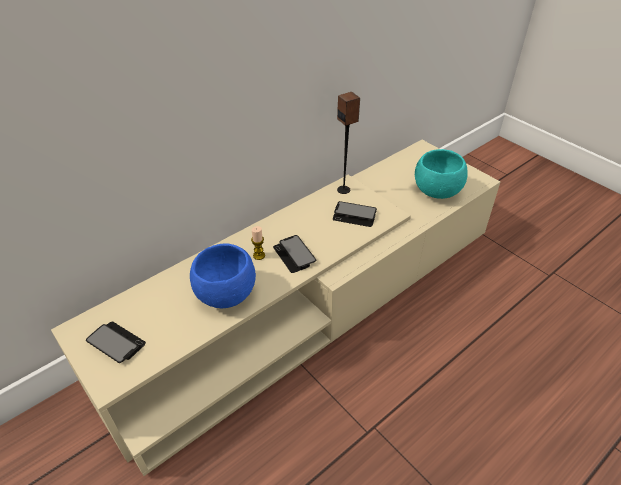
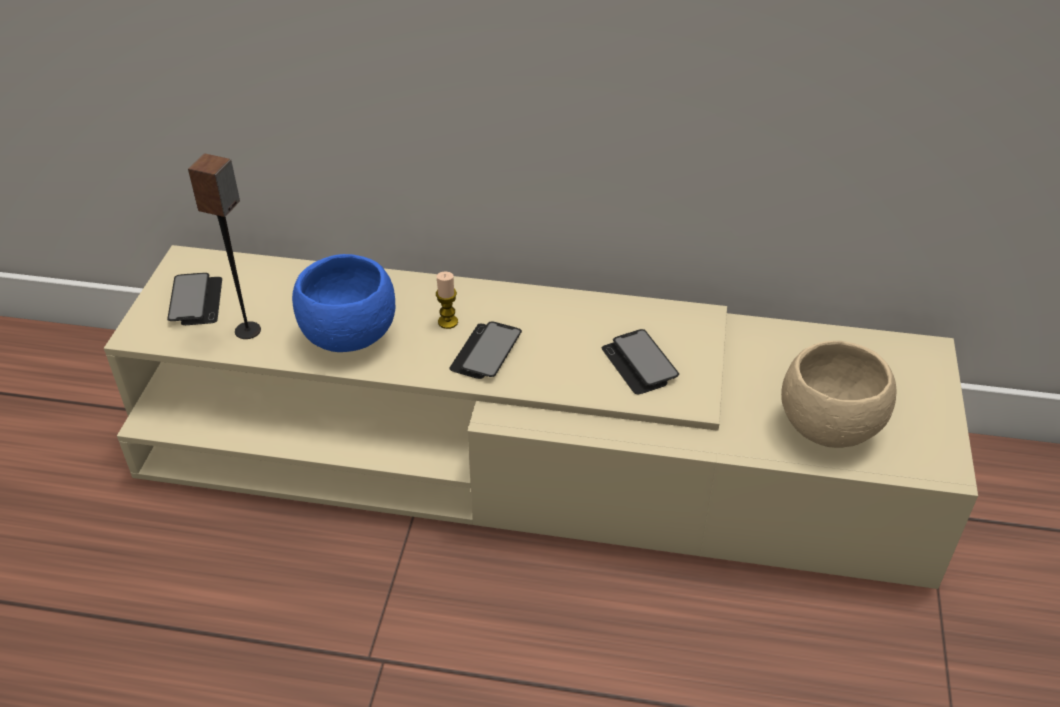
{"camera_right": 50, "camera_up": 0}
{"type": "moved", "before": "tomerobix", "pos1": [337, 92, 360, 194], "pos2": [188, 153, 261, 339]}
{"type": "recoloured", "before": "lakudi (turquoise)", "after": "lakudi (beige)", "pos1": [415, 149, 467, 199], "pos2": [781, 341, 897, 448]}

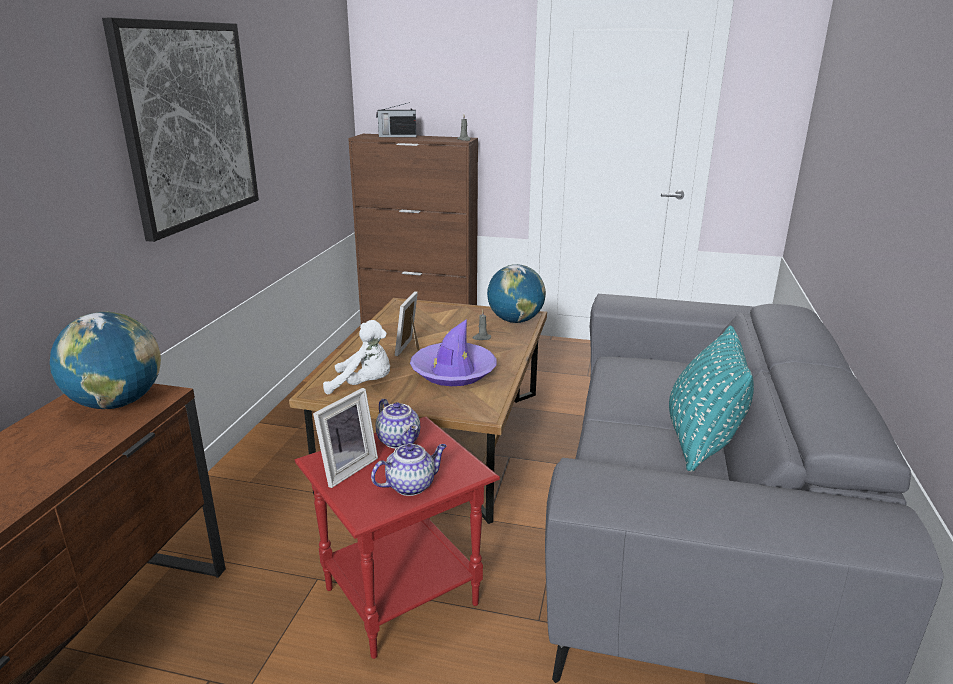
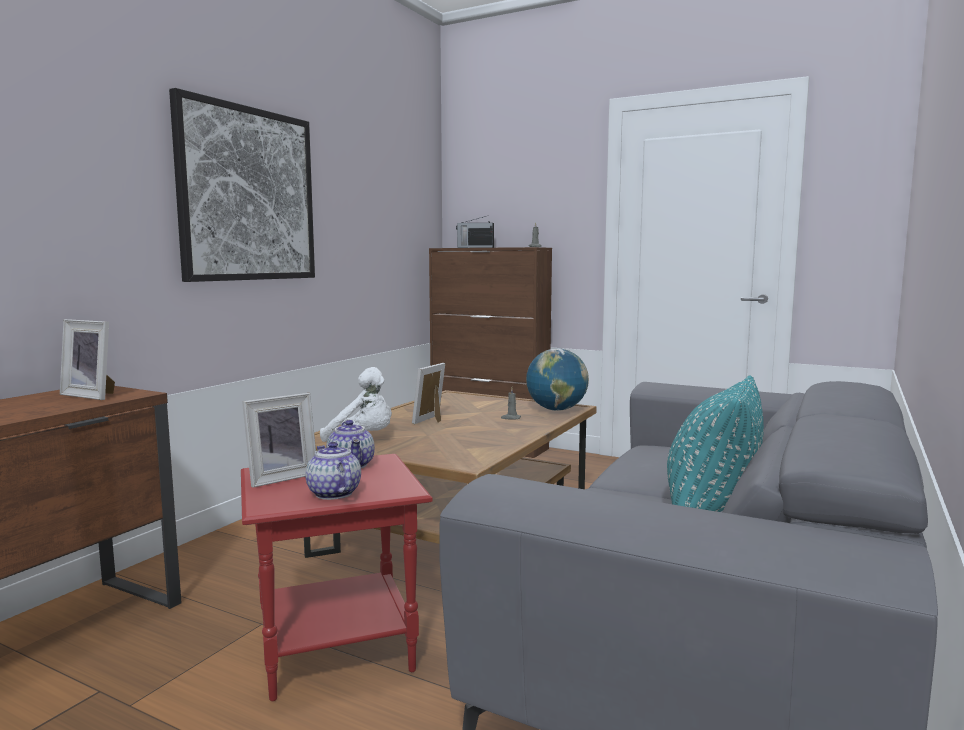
{"camera_right": 15, "camera_up": -15}
{"type": "replaced", "before": "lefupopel", "after": "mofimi", "pos1": [50, 312, 161, 409], "pos2": [60, 319, 115, 400]}
{"type": "turned", "before": "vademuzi", "pos1": [371, 444, 447, 496], "pos2": [305, 442, 361, 500], "turn": -105}
{"type": "removed", "before": "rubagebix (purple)", "pos1": [410, 319, 497, 386]}

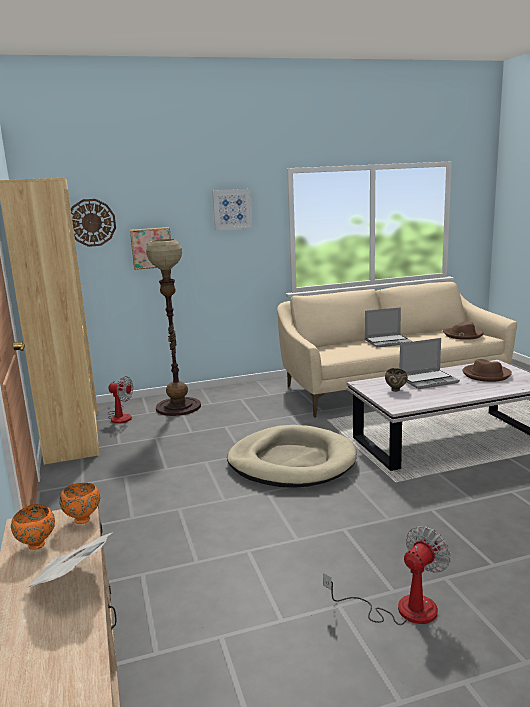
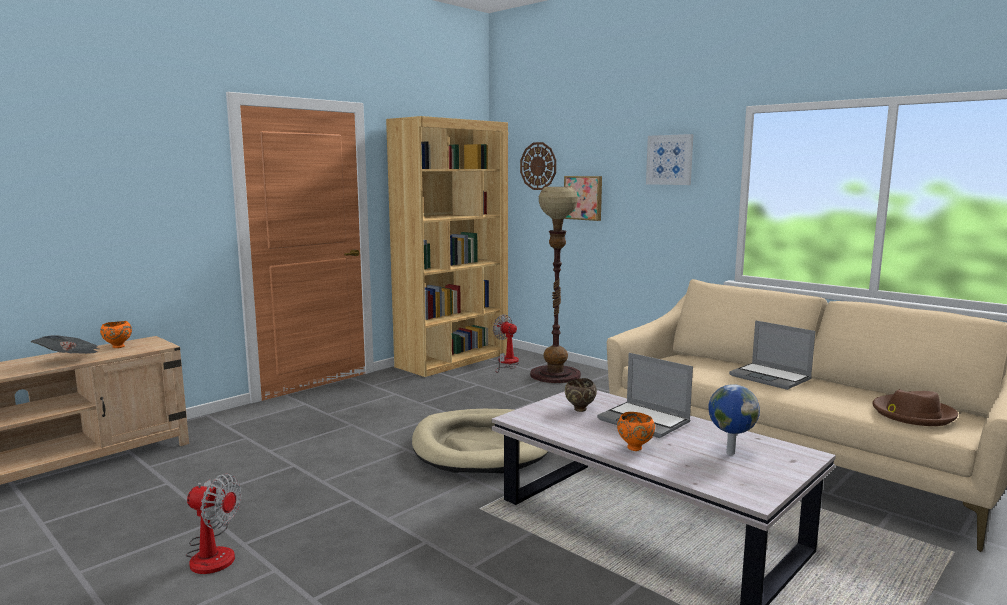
{"camera_right": 60, "camera_up": -5}
{"type": "turned", "before": "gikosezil", "pos1": [107, 376, 133, 424], "pos2": [493, 314, 519, 373], "turn": 150}
{"type": "moved", "before": "lakudi (orange)", "pos1": [59, 483, 100, 524], "pos2": [617, 412, 655, 451]}
{"type": "replaced", "before": "rubagebix (brown)", "after": "lefupopel", "pos1": [463, 359, 512, 382], "pos2": [708, 384, 760, 455]}

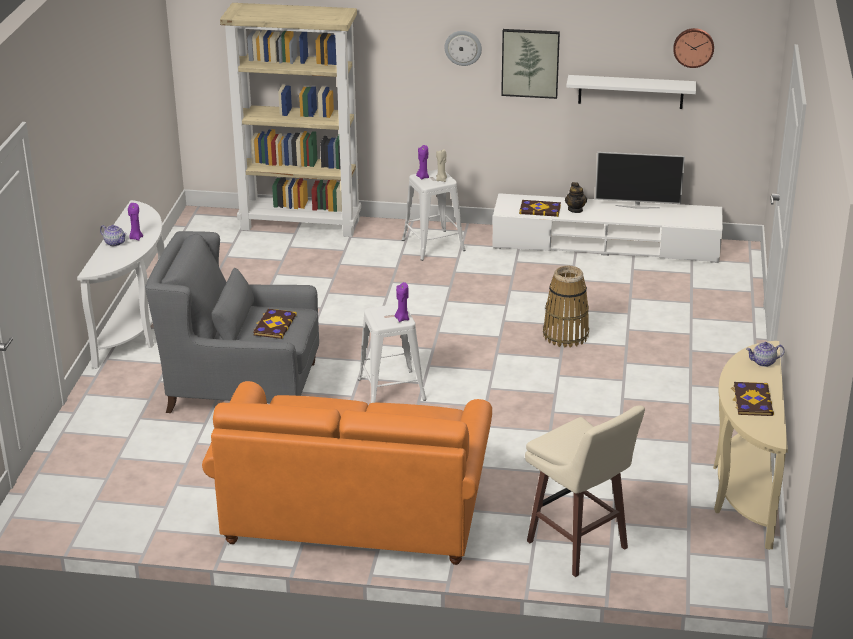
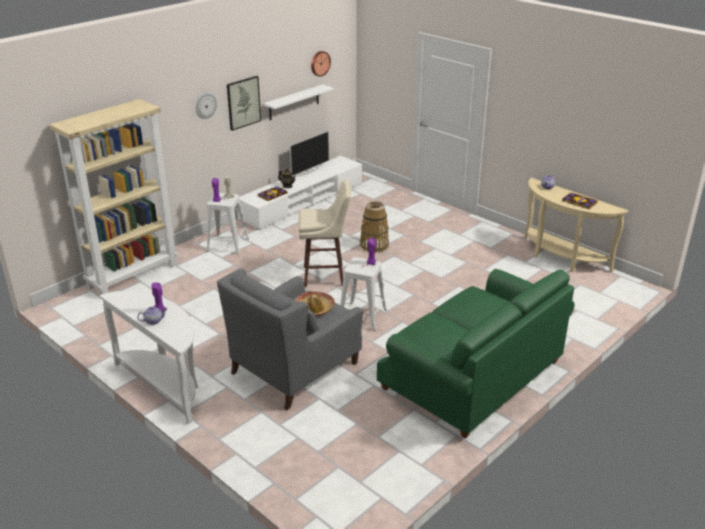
{"camera_right": -55, "camera_up": 0}
{"type": "replaced", "before": "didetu", "after": "rubagebix", "pos1": [253, 309, 297, 339], "pos2": [295, 291, 335, 316]}
{"type": "moved", "before": "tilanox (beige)", "pos1": [525, 405, 645, 577], "pos2": [299, 179, 351, 287]}
{"type": "recoloured", "before": "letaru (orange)", "after": "letaru (green)", "pos1": [202, 381, 492, 565], "pos2": [377, 269, 575, 438]}

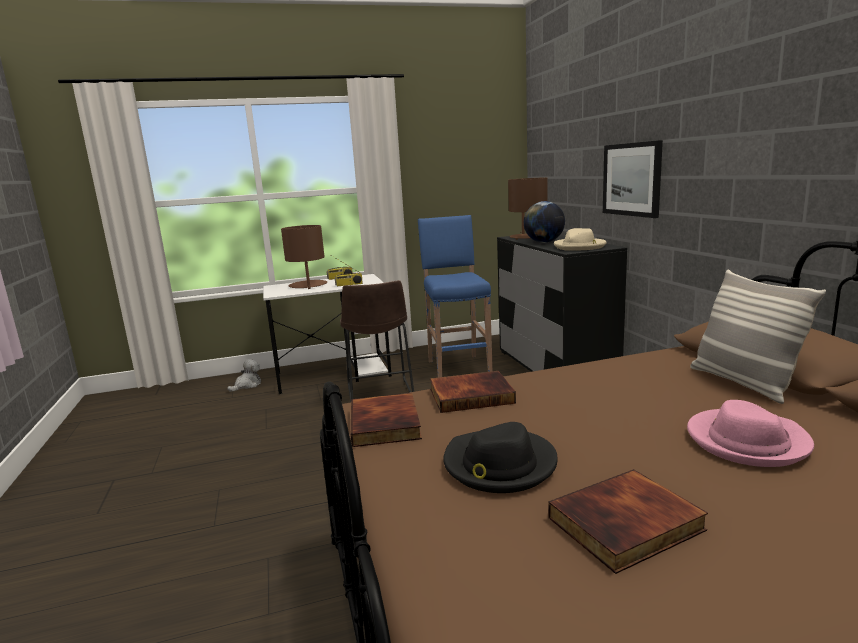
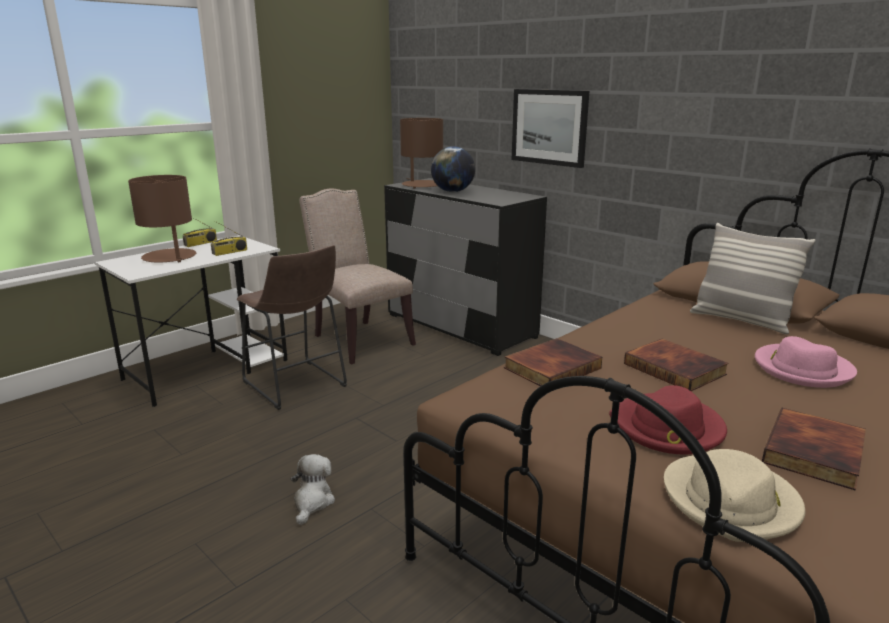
{"camera_right": -30, "camera_up": 5}
{"type": "moved", "before": "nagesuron", "pos1": [227, 359, 261, 392], "pos2": [291, 454, 335, 525]}
{"type": "replaced", "before": "tilanox (blue)", "after": "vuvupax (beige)", "pos1": [418, 215, 493, 378], "pos2": [299, 189, 416, 364]}
{"type": "recoloured", "before": "rubagebix (black)", "after": "rubagebix (red)", "pos1": [443, 422, 557, 493], "pos2": [609, 385, 727, 454]}
{"type": "moved", "before": "didetu", "pos1": [351, 393, 422, 447], "pos2": [624, 338, 729, 391]}
{"type": "moved", "before": "rubagebix (beige)", "pos1": [554, 228, 607, 250], "pos2": [664, 449, 805, 542]}

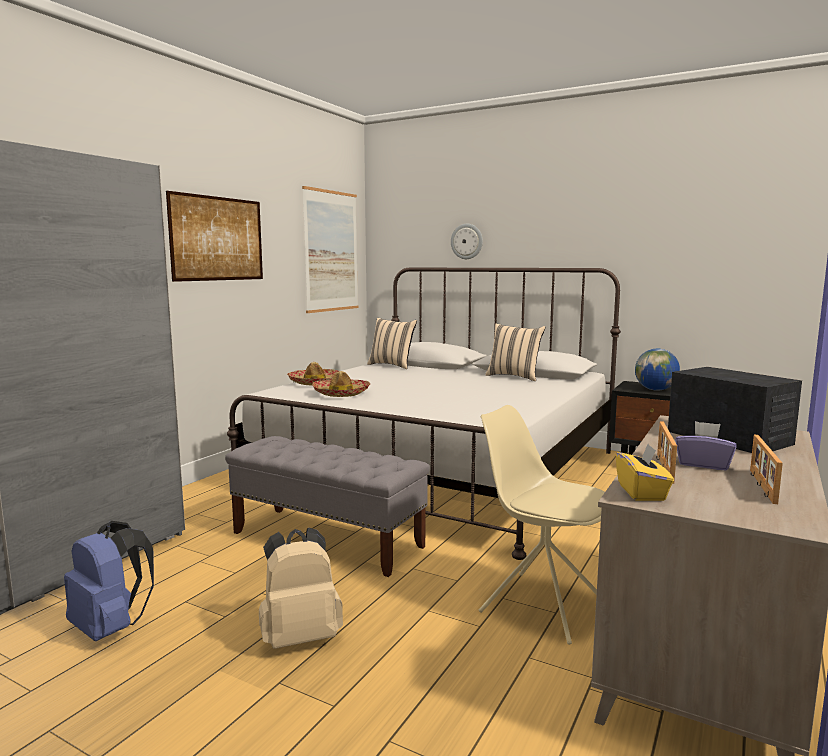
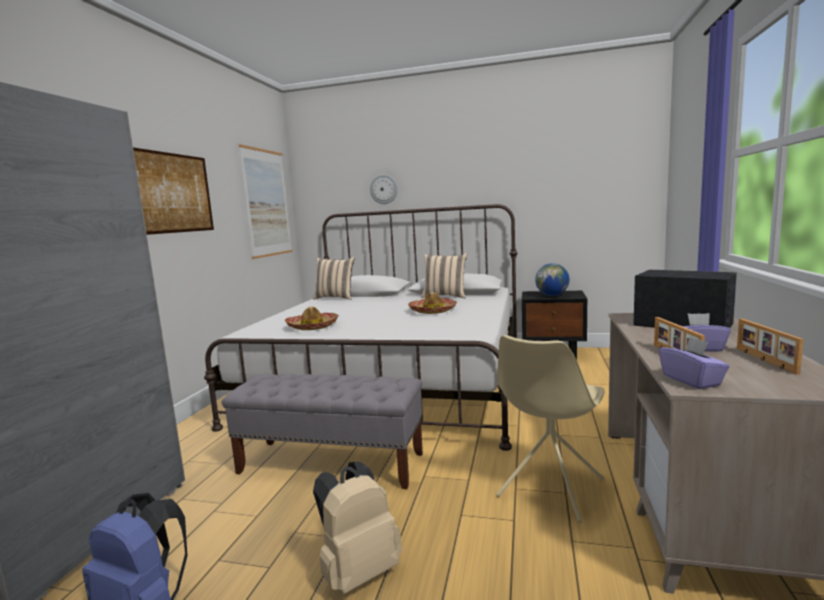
{"camera_right": -15, "camera_up": 0}
{"type": "moved", "before": "rubagebix", "pos1": [287, 362, 339, 385], "pos2": [408, 292, 457, 314]}
{"type": "turned", "before": "vuvupax (beige)", "pos1": [479, 405, 605, 645], "pos2": [496, 335, 605, 523], "turn": -75}
{"type": "recoloured", "before": "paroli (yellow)", "after": "paroli (purple)", "pos1": [616, 444, 674, 501], "pos2": [659, 336, 730, 389]}

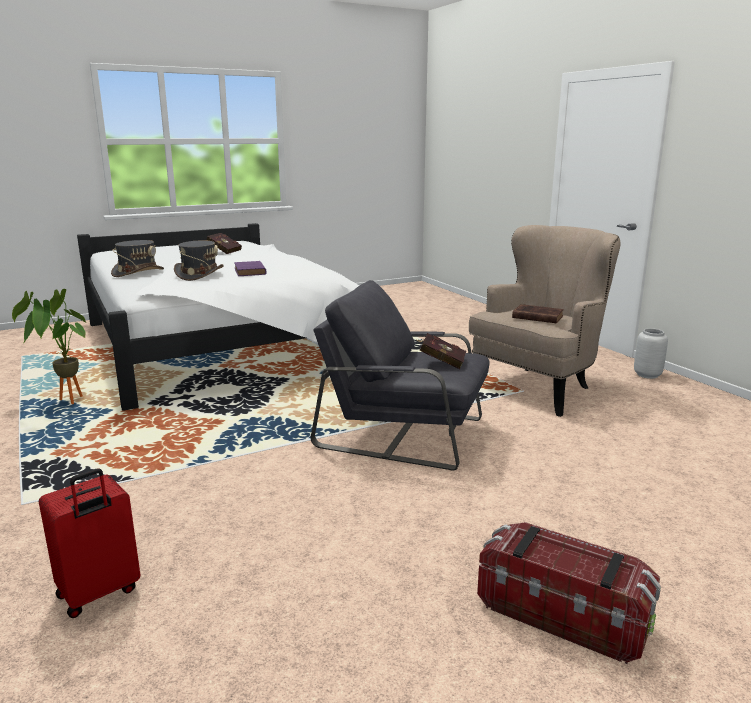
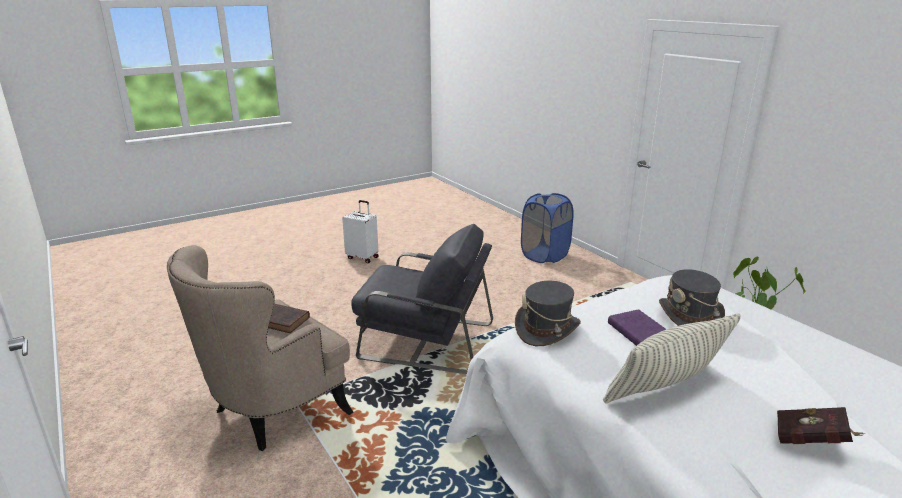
{"camera_right": 175, "camera_up": 5}
{"type": "replaced", "before": "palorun", "after": "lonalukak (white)", "pos1": [477, 522, 661, 664], "pos2": [342, 200, 379, 263]}
{"type": "moved", "before": "rubagebix (grey)", "pos1": [111, 240, 164, 277], "pos2": [515, 281, 581, 346]}
{"type": "replaced", "before": "lonalukak (red)", "after": "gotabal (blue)", "pos1": [39, 469, 140, 618], "pos2": [521, 193, 574, 263]}
{"type": "added", "after": "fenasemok", "pos2": [603, 313, 741, 404]}
{"type": "removed", "before": "didetu (red)", "pos1": [415, 333, 466, 369]}
{"type": "removed", "before": "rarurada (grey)", "pos1": [634, 328, 668, 379]}

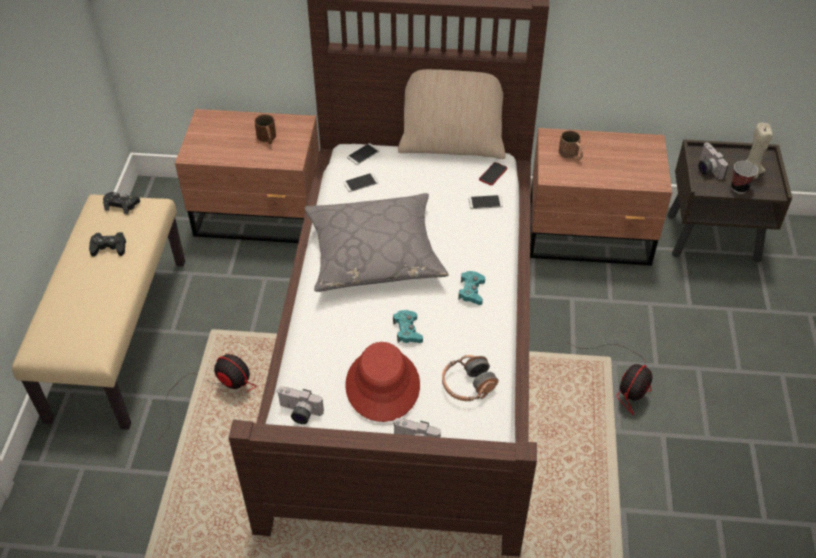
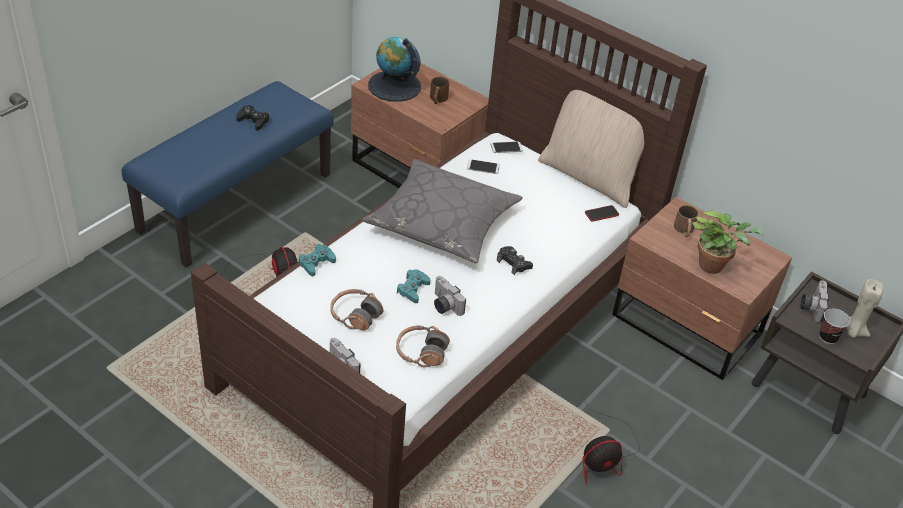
{"camera_right": 30, "camera_up": -5}
{"type": "recoloured", "before": "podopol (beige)", "after": "podopol (blue)", "pos1": [12, 194, 185, 430], "pos2": [122, 81, 334, 268]}
{"type": "moved", "before": "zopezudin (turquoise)", "pos1": [458, 271, 485, 305], "pos2": [299, 244, 336, 276]}
{"type": "replaced", "before": "rubagebix (red)", "after": "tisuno", "pos1": [345, 342, 420, 422], "pos2": [330, 289, 383, 330]}
{"type": "added", "after": "lefupopel", "pos2": [368, 37, 421, 102]}
{"type": "moved", "before": "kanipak", "pos1": [278, 387, 324, 424], "pos2": [434, 276, 466, 316]}
{"type": "moved", "before": "zopezudin (black)", "pos1": [103, 192, 140, 215], "pos2": [497, 246, 533, 275]}
{"type": "added", "after": "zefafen", "pos2": [692, 210, 764, 274]}
{"type": "removed", "before": "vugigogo", "pos1": [468, 195, 503, 209]}

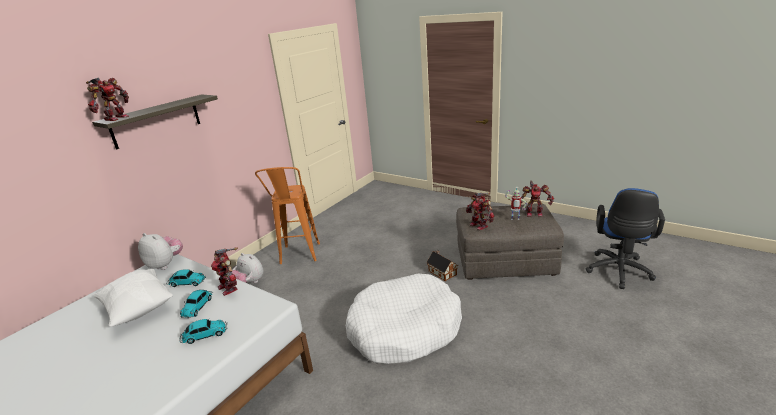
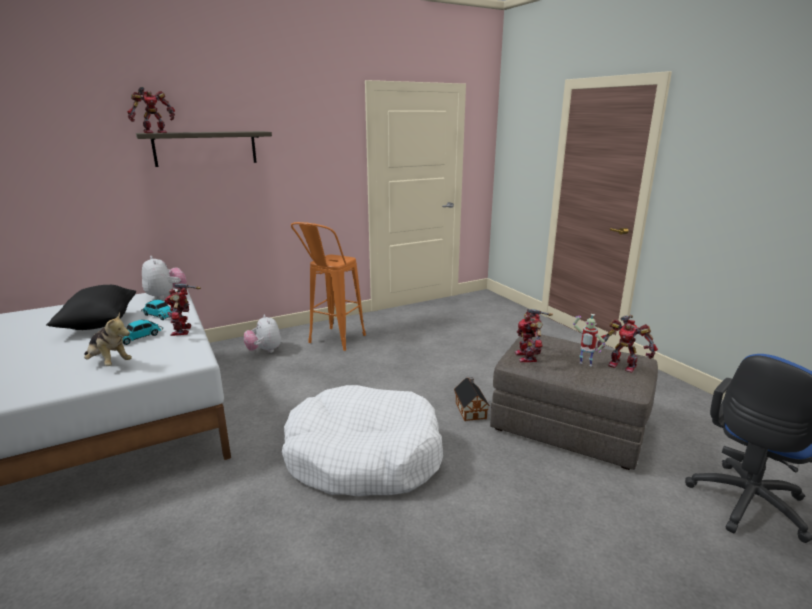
{"camera_right": 25, "camera_up": -5}
{"type": "recoloured", "before": "fenasemok (white)", "after": "fenasemok (black)", "pos1": [93, 269, 173, 327], "pos2": [46, 285, 136, 330]}
{"type": "replaced", "before": "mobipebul", "after": "nagesuron", "pos1": [180, 319, 228, 344], "pos2": [84, 312, 132, 366]}

